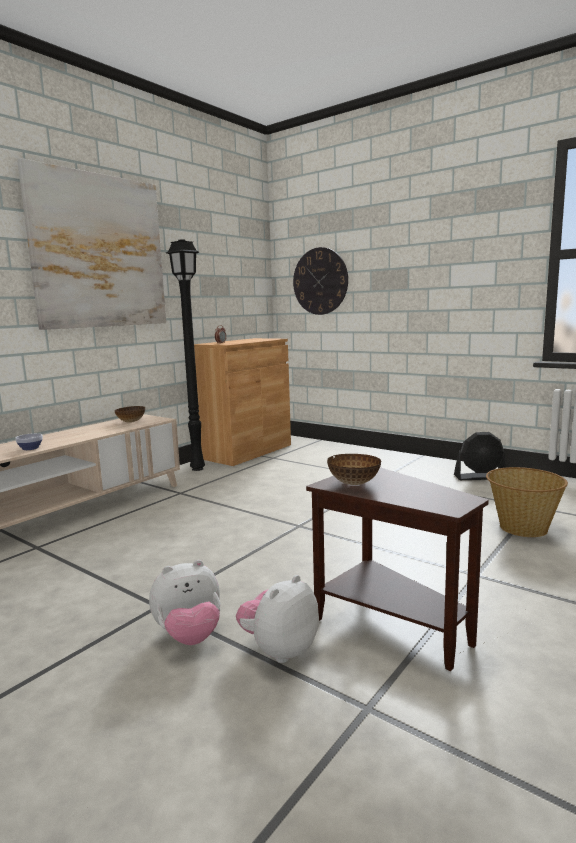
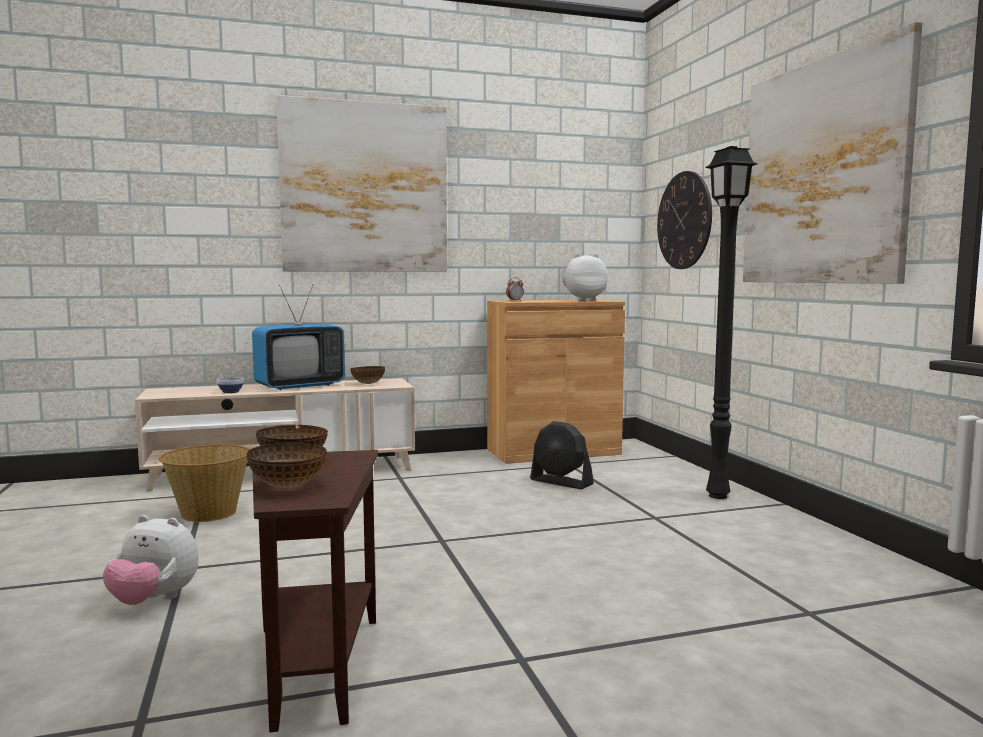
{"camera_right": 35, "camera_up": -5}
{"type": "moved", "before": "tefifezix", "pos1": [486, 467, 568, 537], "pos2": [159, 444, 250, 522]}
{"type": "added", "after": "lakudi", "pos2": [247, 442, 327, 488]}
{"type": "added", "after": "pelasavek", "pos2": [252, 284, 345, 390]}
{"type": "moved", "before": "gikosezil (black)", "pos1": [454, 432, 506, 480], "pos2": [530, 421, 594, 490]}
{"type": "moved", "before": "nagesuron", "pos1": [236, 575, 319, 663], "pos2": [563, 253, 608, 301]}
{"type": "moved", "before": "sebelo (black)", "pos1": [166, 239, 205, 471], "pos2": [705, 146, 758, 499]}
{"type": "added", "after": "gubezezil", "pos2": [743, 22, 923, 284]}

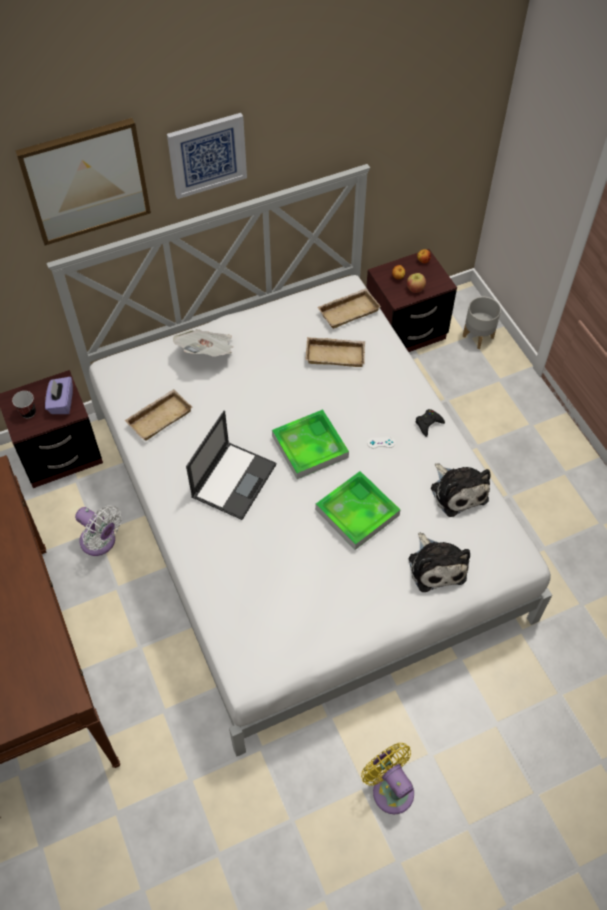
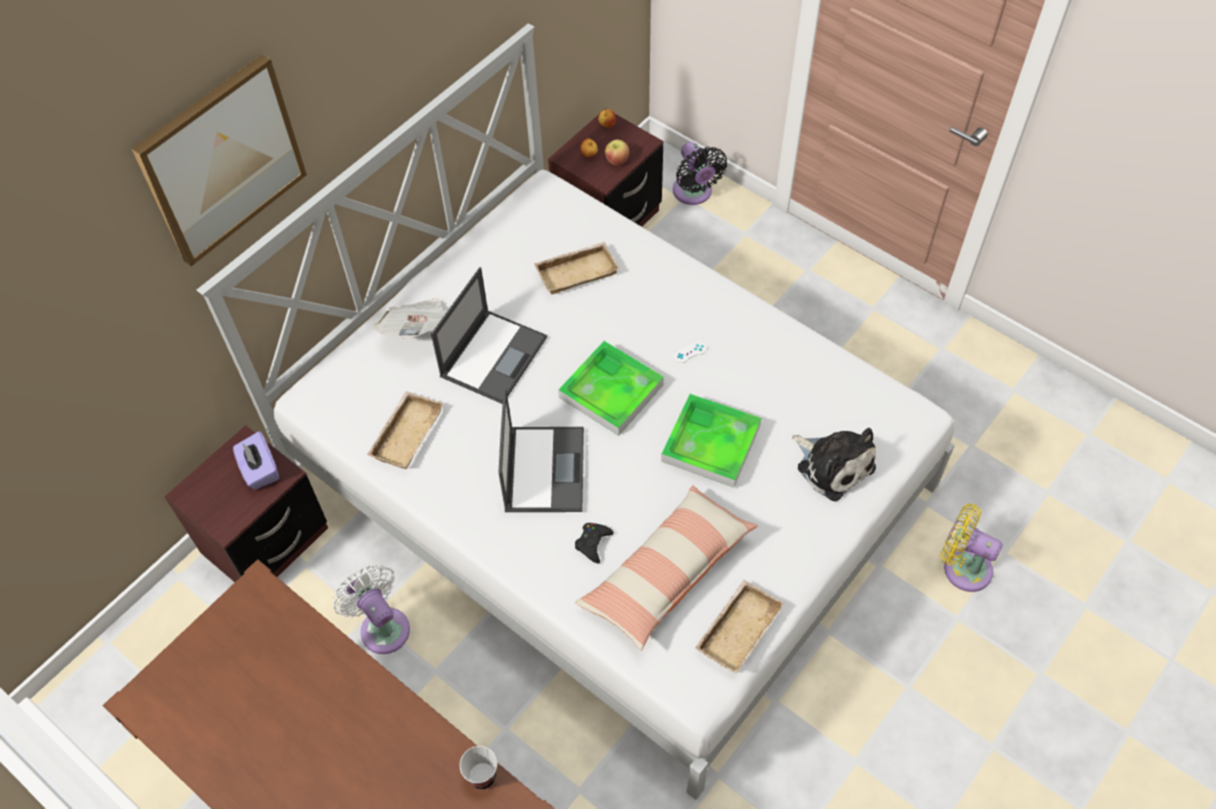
{"camera_right": -25, "camera_up": 0}
{"type": "turned", "before": "gikosezil (white)", "pos1": [75, 505, 122, 556], "pos2": [333, 564, 410, 654], "turn": -135}
{"type": "added", "after": "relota", "pos2": [431, 267, 547, 404]}
{"type": "moved", "before": "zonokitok", "pos1": [12, 391, 36, 418], "pos2": [460, 746, 497, 790]}
{"type": "added", "after": "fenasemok", "pos2": [575, 485, 758, 651]}
{"type": "moved", "before": "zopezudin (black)", "pos1": [415, 409, 445, 437], "pos2": [575, 523, 614, 564]}
{"type": "replaced", "before": "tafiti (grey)", "after": "gikosezil (black)", "pos1": [463, 297, 501, 349], "pos2": [673, 142, 727, 205]}
{"type": "moved", "before": "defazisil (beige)", "pos1": [318, 288, 381, 329], "pos2": [695, 580, 784, 673]}
{"type": "moved", "before": "gikosezil (yellow)", "pos1": [361, 743, 414, 814], "pos2": [940, 504, 1003, 592]}
{"type": "removed", "before": "gubezezil", "pos1": [167, 113, 247, 199]}
{"type": "removed", "before": "nagesuron", "pos1": [431, 463, 491, 517]}

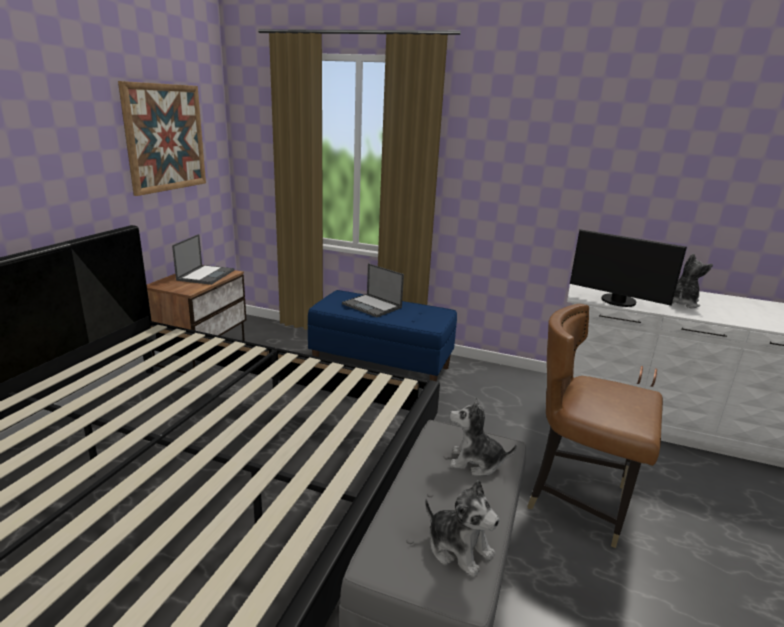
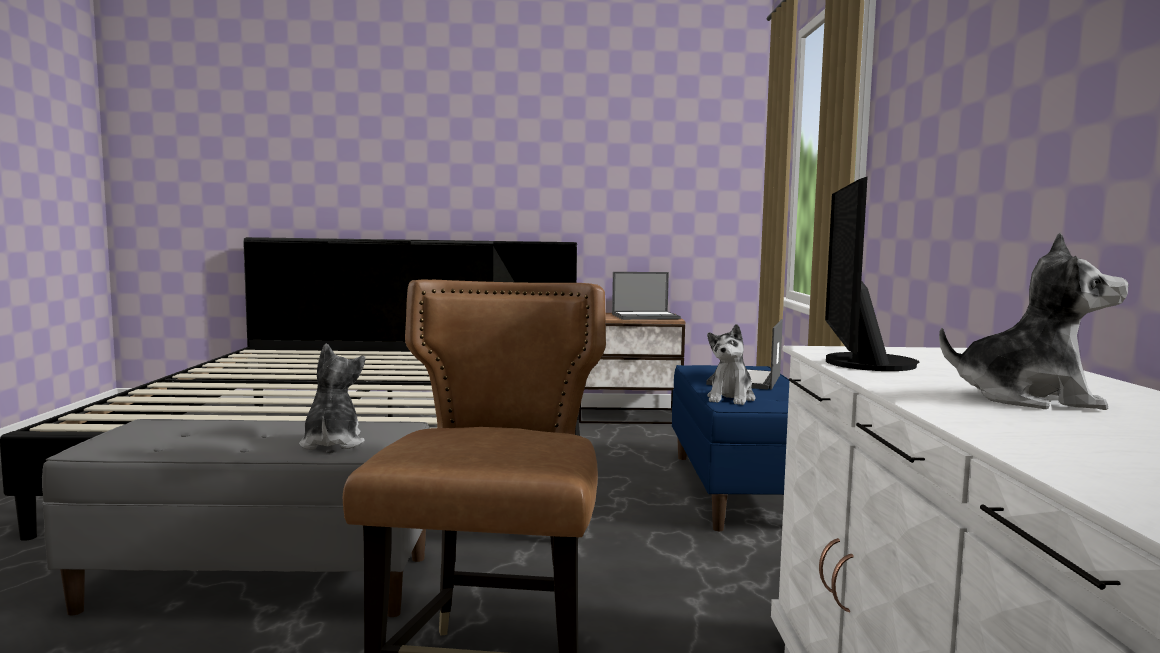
{"camera_right": 70, "camera_up": -15}
{"type": "moved", "before": "nagesuron", "pos1": [425, 480, 499, 577], "pos2": [707, 324, 756, 405]}
{"type": "removed", "before": "gubezezil", "pos1": [118, 81, 206, 196]}

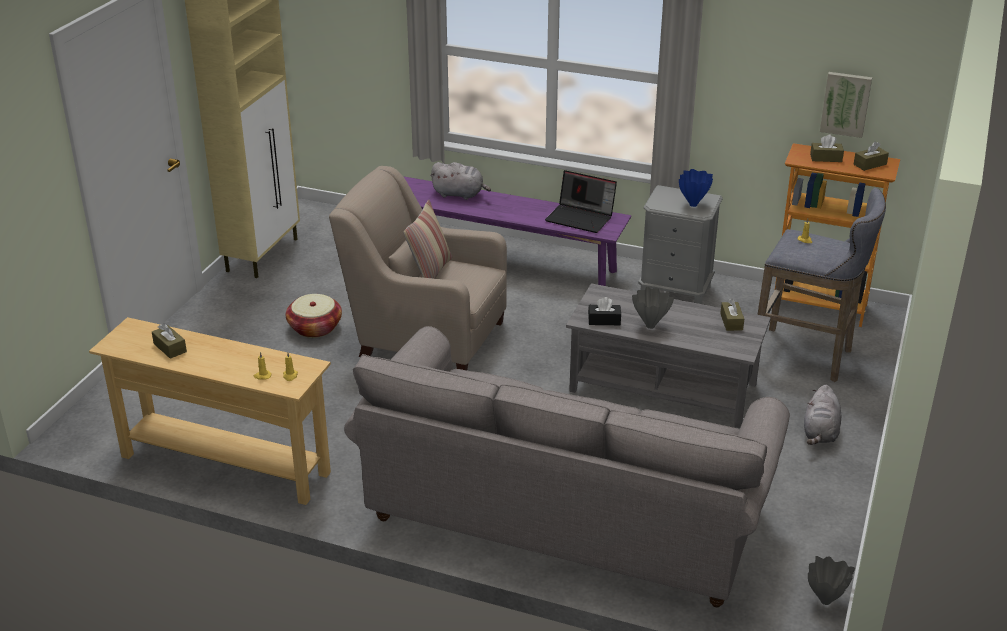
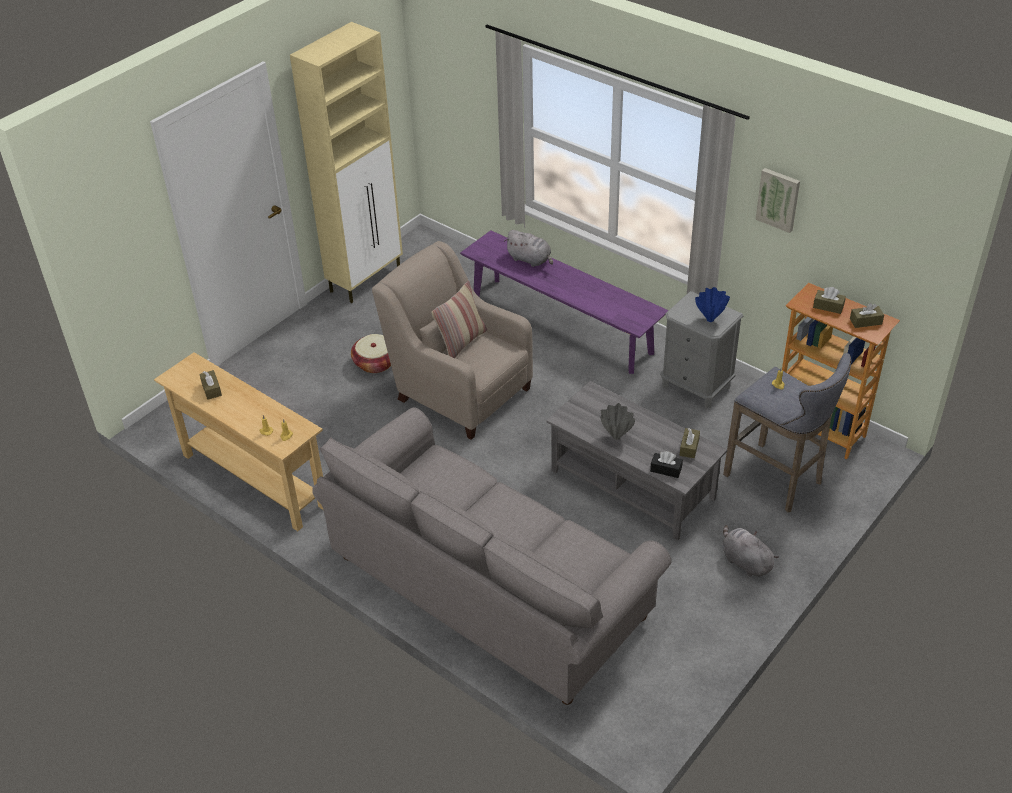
{"camera_right": 20, "camera_up": 10}
{"type": "moved", "before": "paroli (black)", "pos1": [588, 297, 621, 325], "pos2": [650, 451, 683, 478]}
{"type": "turned", "before": "nagesuron (grey)", "pos1": [804, 385, 841, 445], "pos2": [722, 525, 779, 577], "turn": 105}
{"type": "moved", "before": "gubezezil", "pos1": [820, 72, 872, 138], "pos2": [755, 168, 800, 233]}
{"type": "removed", "before": "relota", "pos1": [545, 170, 617, 233]}
{"type": "removed", "before": "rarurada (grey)", "pos1": [808, 556, 855, 605]}

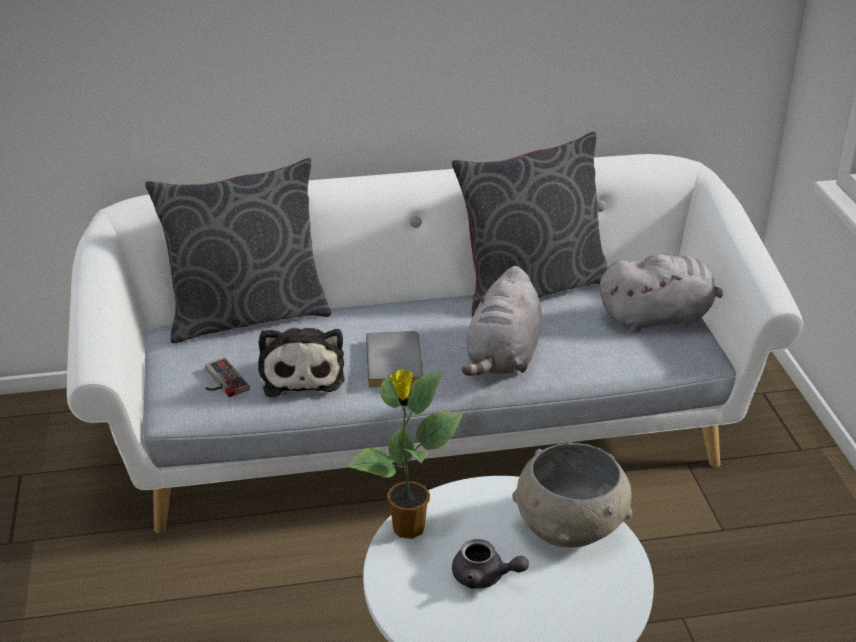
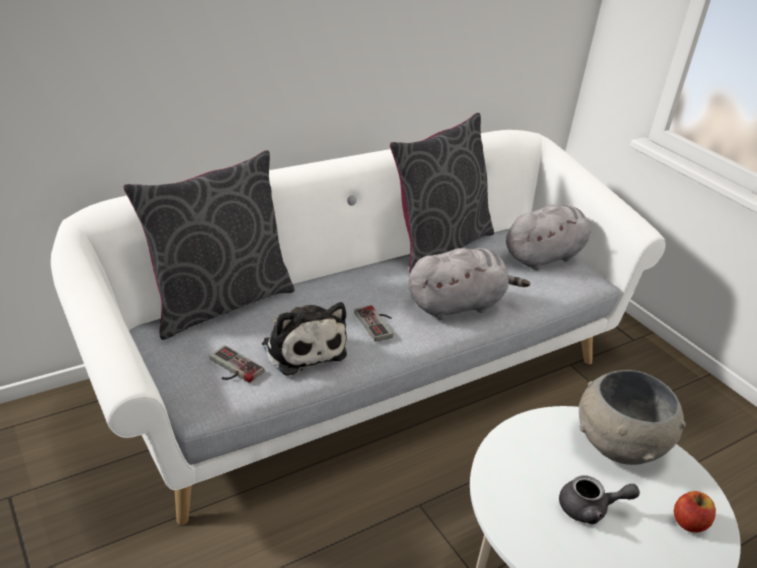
{"camera_right": -25, "camera_up": 0}
{"type": "replaced", "before": "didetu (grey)", "after": "zopezudin", "pos1": [366, 331, 423, 387], "pos2": [354, 305, 393, 342]}
{"type": "turned", "before": "nagesuron (grey)", "pos1": [462, 266, 542, 376], "pos2": [409, 248, 530, 320], "turn": -105}
{"type": "added", "after": "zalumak", "pos2": [674, 491, 716, 533]}
{"type": "removed", "before": "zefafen", "pos1": [346, 369, 463, 539]}

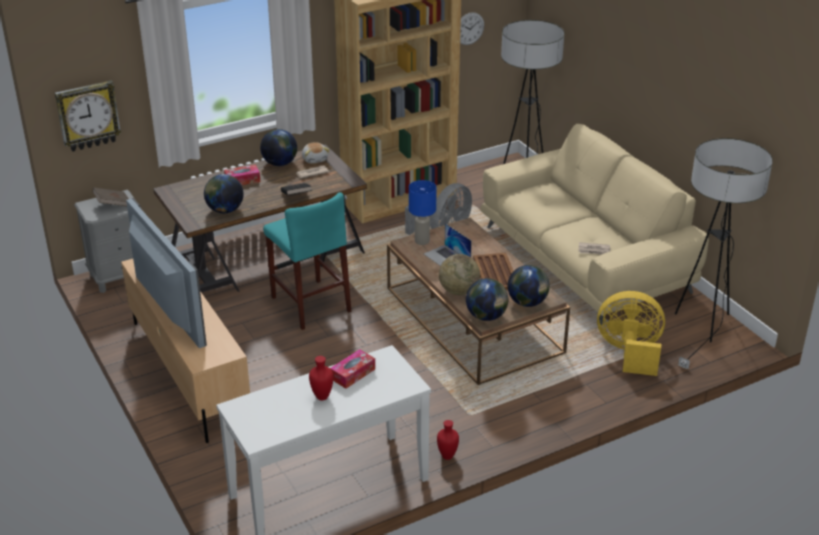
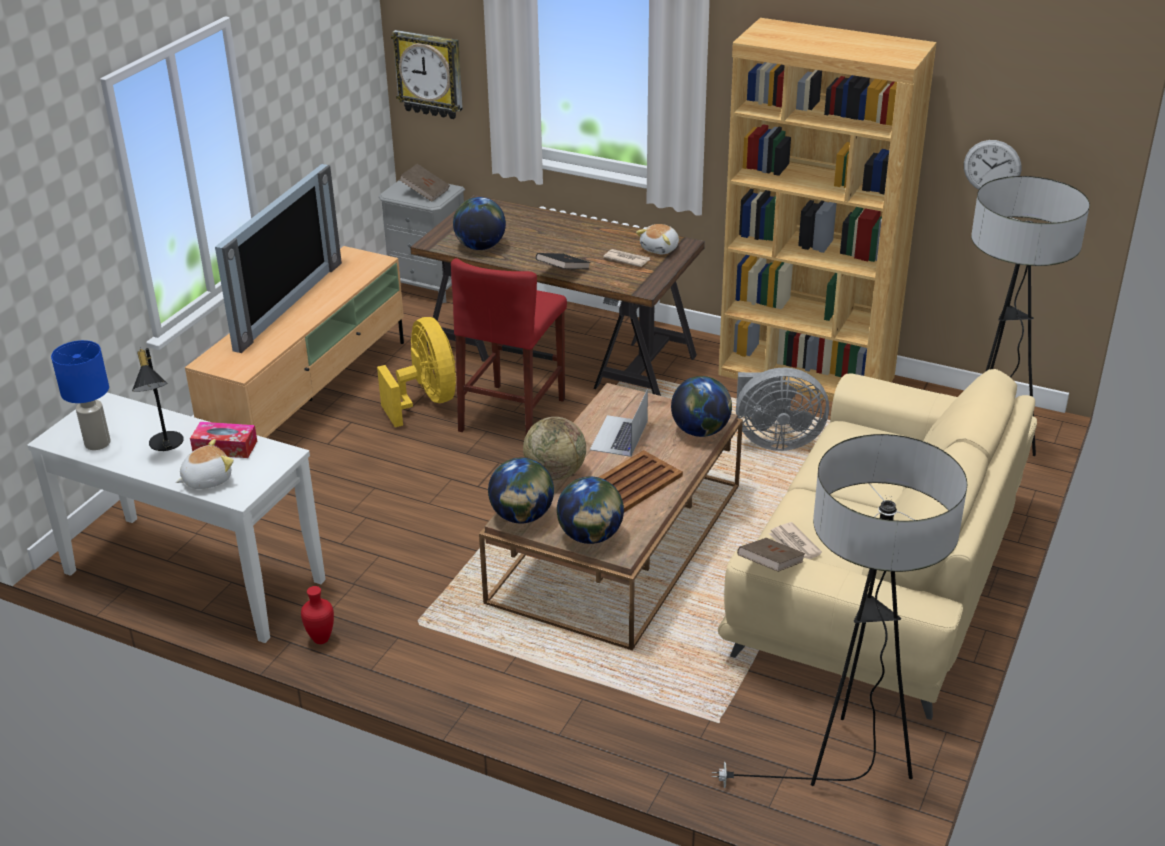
{"camera_right": 55, "camera_up": 0}
{"type": "moved", "before": "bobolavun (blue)", "pos1": [409, 180, 437, 245], "pos2": [51, 340, 111, 450]}
{"type": "replaced", "before": "rarurada (red)", "after": "bobolavun (black)", "pos1": [309, 356, 333, 400], "pos2": [132, 347, 184, 451]}
{"type": "added", "after": "nagesuron", "pos2": [176, 439, 234, 489]}
{"type": "moved", "before": "gikosezil (yellow)", "pos1": [597, 291, 665, 376], "pos2": [377, 317, 456, 427]}
{"type": "recoloured", "before": "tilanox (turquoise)", "after": "tilanox (red)", "pos1": [263, 192, 351, 330], "pos2": [451, 258, 567, 434]}
{"type": "moved", "before": "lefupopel", "pos1": [260, 129, 297, 166], "pos2": [671, 376, 732, 437]}
{"type": "added", "after": "didetu (brown)", "pos2": [737, 538, 806, 572]}
{"type": "removed", "before": "paroli", "pos1": [224, 164, 260, 185]}

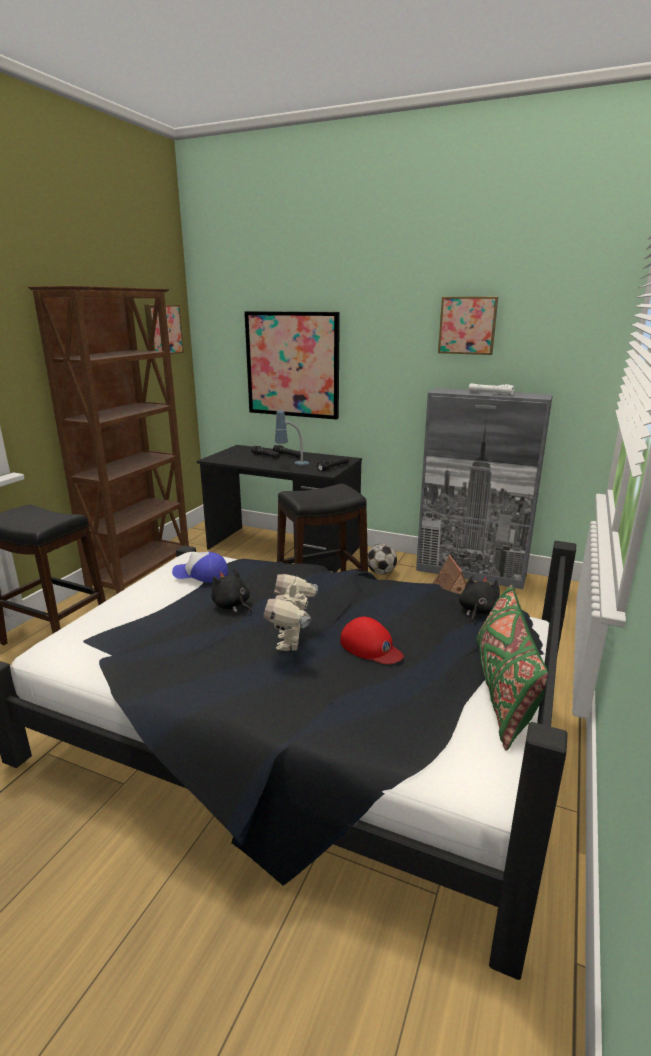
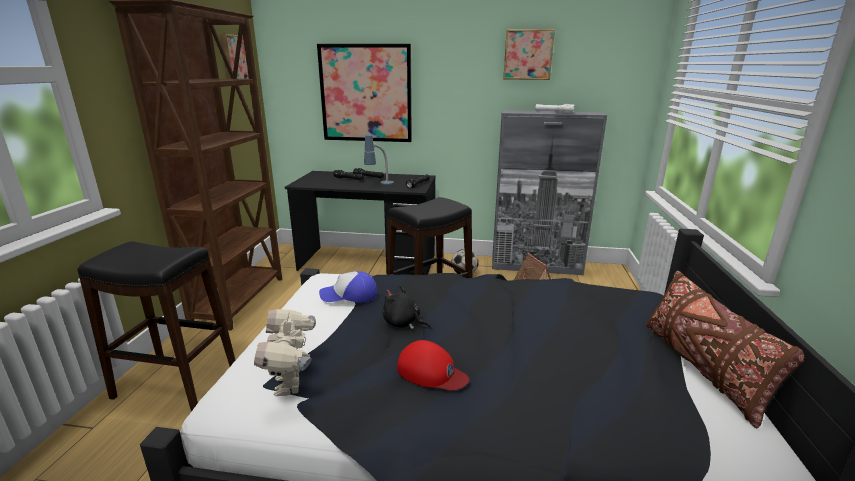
{"camera_right": -15, "camera_up": 0}
{"type": "moved", "before": "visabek", "pos1": [263, 574, 318, 651], "pos2": [254, 309, 316, 396]}
{"type": "moved", "before": "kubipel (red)", "pos1": [340, 617, 404, 664], "pos2": [397, 340, 469, 391]}
{"type": "recoloured", "before": "fenasemok (green)", "after": "fenasemok (brown)", "pos1": [476, 585, 548, 751], "pos2": [646, 271, 804, 428]}
{"type": "removed", "before": "nagesuron (black)", "pos1": [459, 575, 500, 624]}

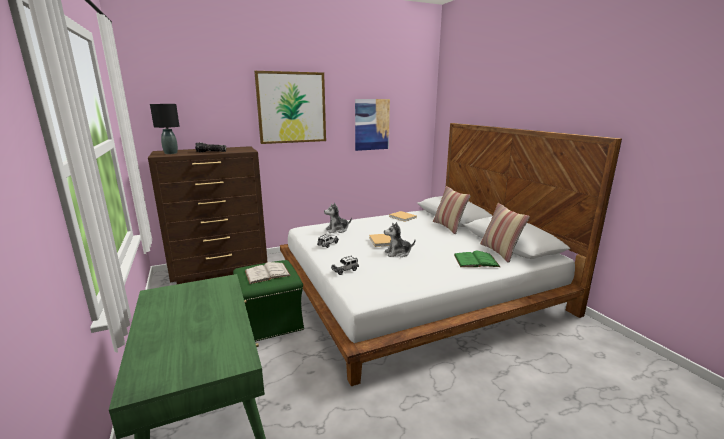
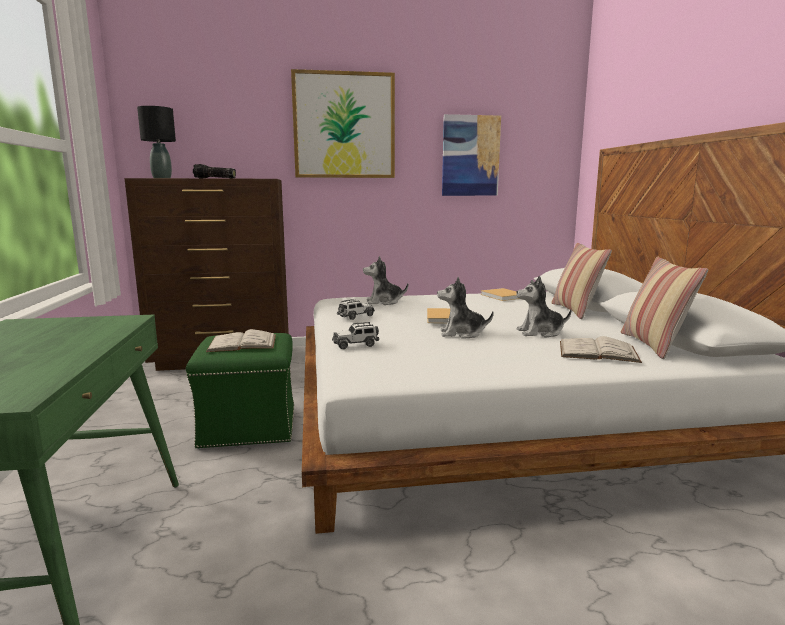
{"camera_right": 15, "camera_up": -5}
{"type": "added", "after": "nagesuron", "pos2": [516, 276, 571, 337]}
{"type": "recoloured", "before": "didetu (green)", "after": "didetu (white)", "pos1": [454, 251, 500, 267], "pos2": [560, 336, 642, 363]}

